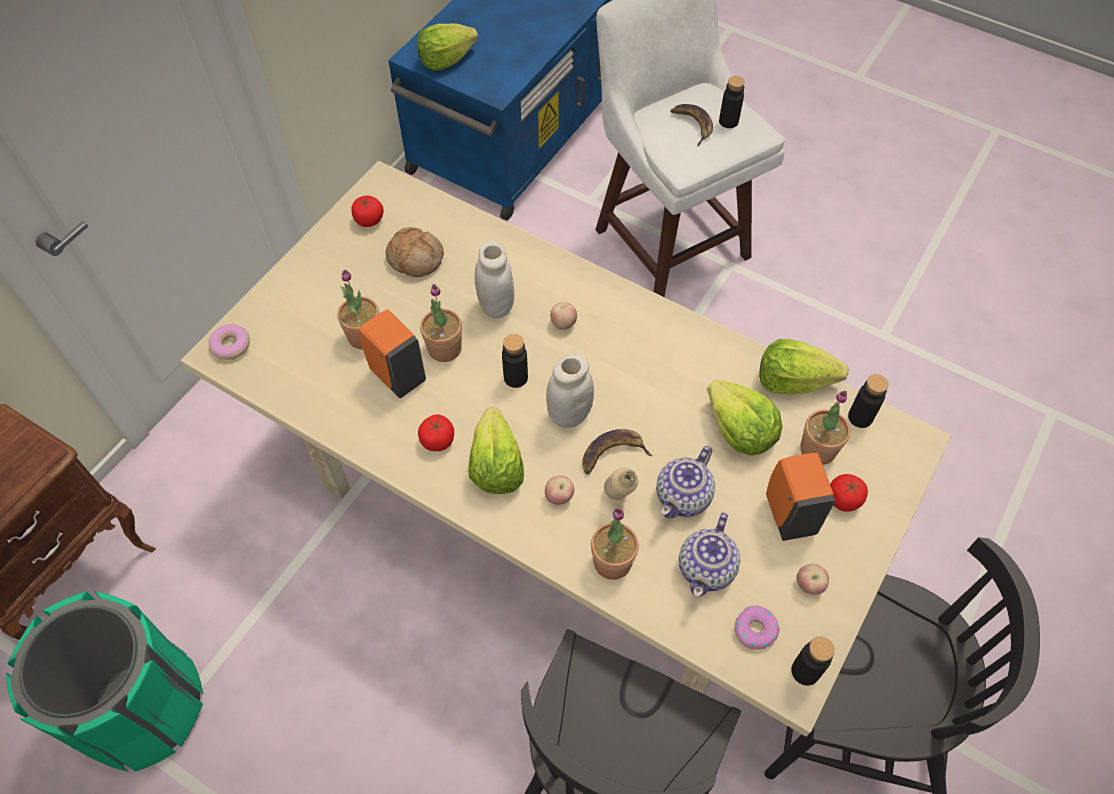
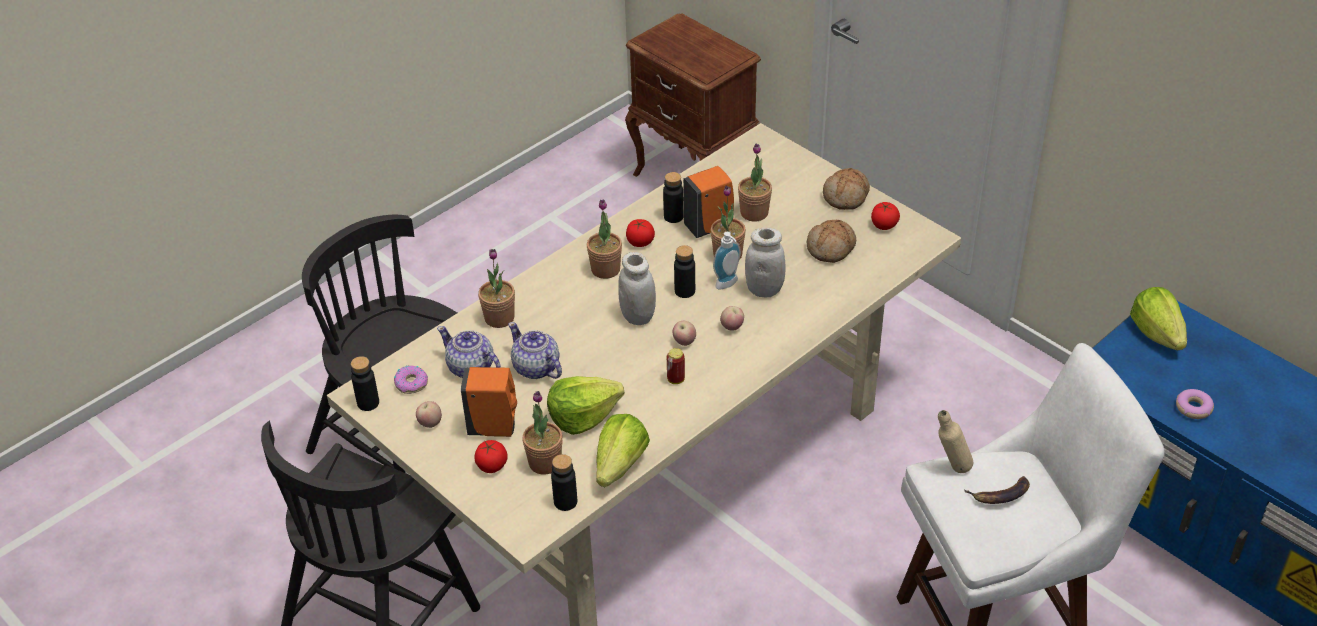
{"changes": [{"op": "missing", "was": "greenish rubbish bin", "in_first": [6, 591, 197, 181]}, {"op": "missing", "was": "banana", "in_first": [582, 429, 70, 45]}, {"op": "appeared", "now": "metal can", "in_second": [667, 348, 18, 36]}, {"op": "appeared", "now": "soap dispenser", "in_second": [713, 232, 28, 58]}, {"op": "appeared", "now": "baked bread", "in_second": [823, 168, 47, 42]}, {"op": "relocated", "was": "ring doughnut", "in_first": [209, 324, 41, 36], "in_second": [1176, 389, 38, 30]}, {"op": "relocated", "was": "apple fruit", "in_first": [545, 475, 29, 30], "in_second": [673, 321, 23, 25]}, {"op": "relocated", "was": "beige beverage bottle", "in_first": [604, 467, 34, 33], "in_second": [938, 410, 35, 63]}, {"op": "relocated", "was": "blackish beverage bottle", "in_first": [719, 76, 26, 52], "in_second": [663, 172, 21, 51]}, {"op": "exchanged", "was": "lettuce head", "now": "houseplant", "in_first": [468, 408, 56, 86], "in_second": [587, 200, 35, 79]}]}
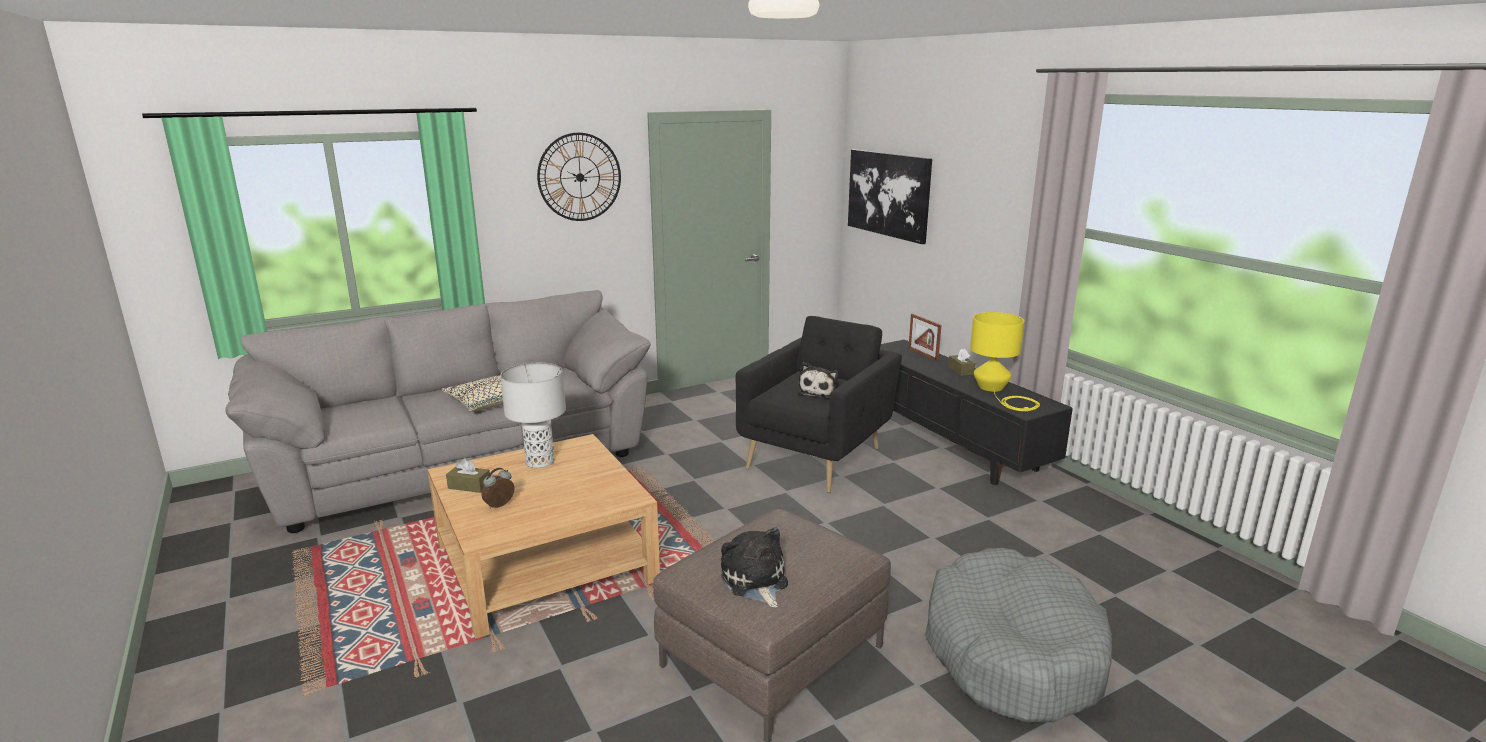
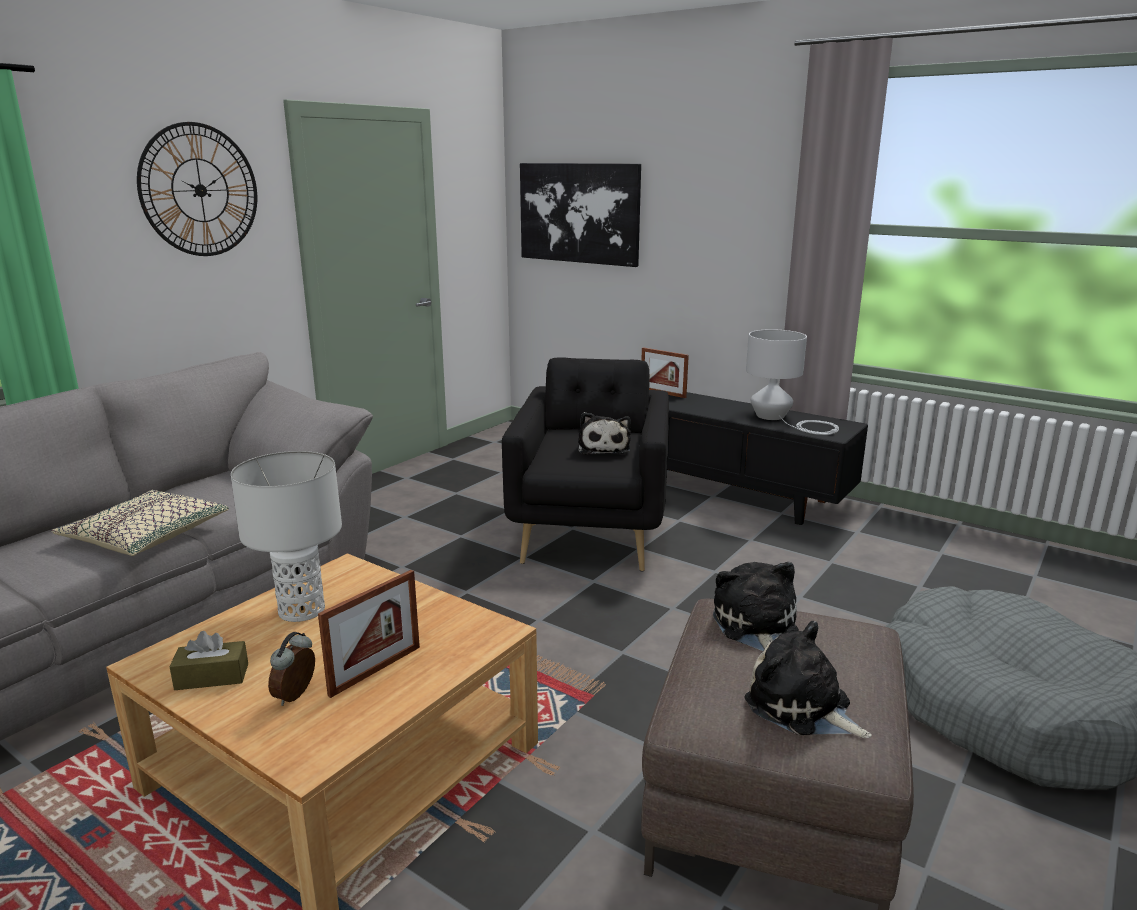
{"changes": [{"op": "missing", "was": "brown tissue holder", "in_first": [948, 349, 27, 27]}, {"op": "appeared", "now": "picture frame", "in_second": [318, 570, 102, 128]}, {"op": "appeared", "now": "plush toy", "in_second": [713, 562, 86, 89]}, {"op": "colour", "was": "yellowish lamp for a table", "now": "grey lamp for a table", "in_first": [970, 312, 70, 100], "in_second": [746, 329, 93, 106]}]}
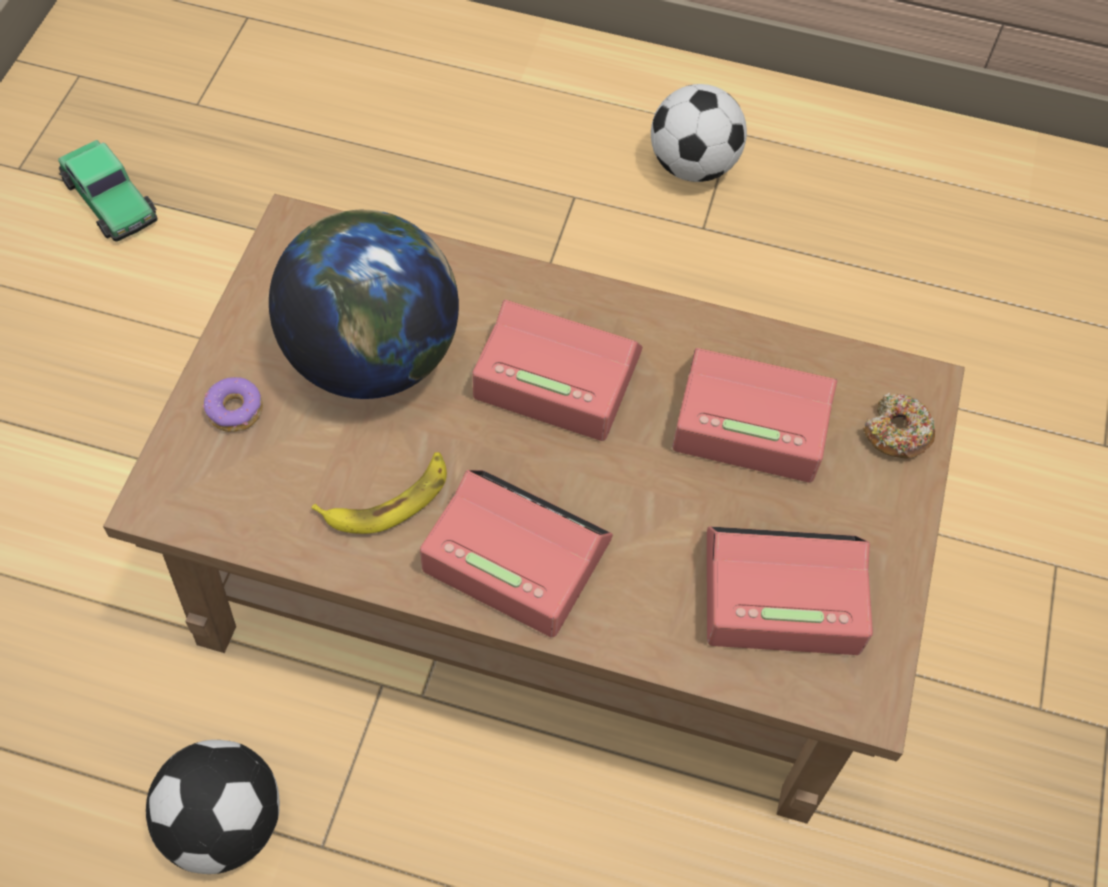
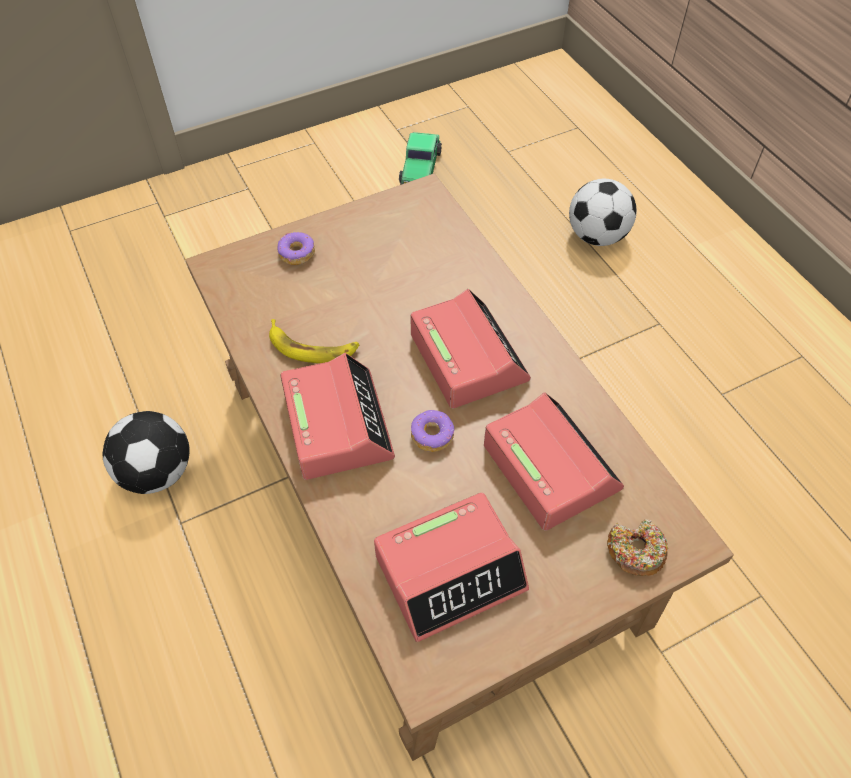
{"changes": [{"op": "missing", "was": "globe", "in_first": [269, 210, 190, 189]}, {"op": "appeared", "now": "ring doughnut", "in_second": [411, 410, 44, 42]}, {"op": "relocated", "was": "ball for football", "in_first": [651, 84, 96, 98], "in_second": [569, 179, 68, 67]}, {"op": "spun", "was": "alarm clock", "in_first": [707, 526, 166, 129], "in_second": [374, 493, 155, 149], "clockwise": 105}]}
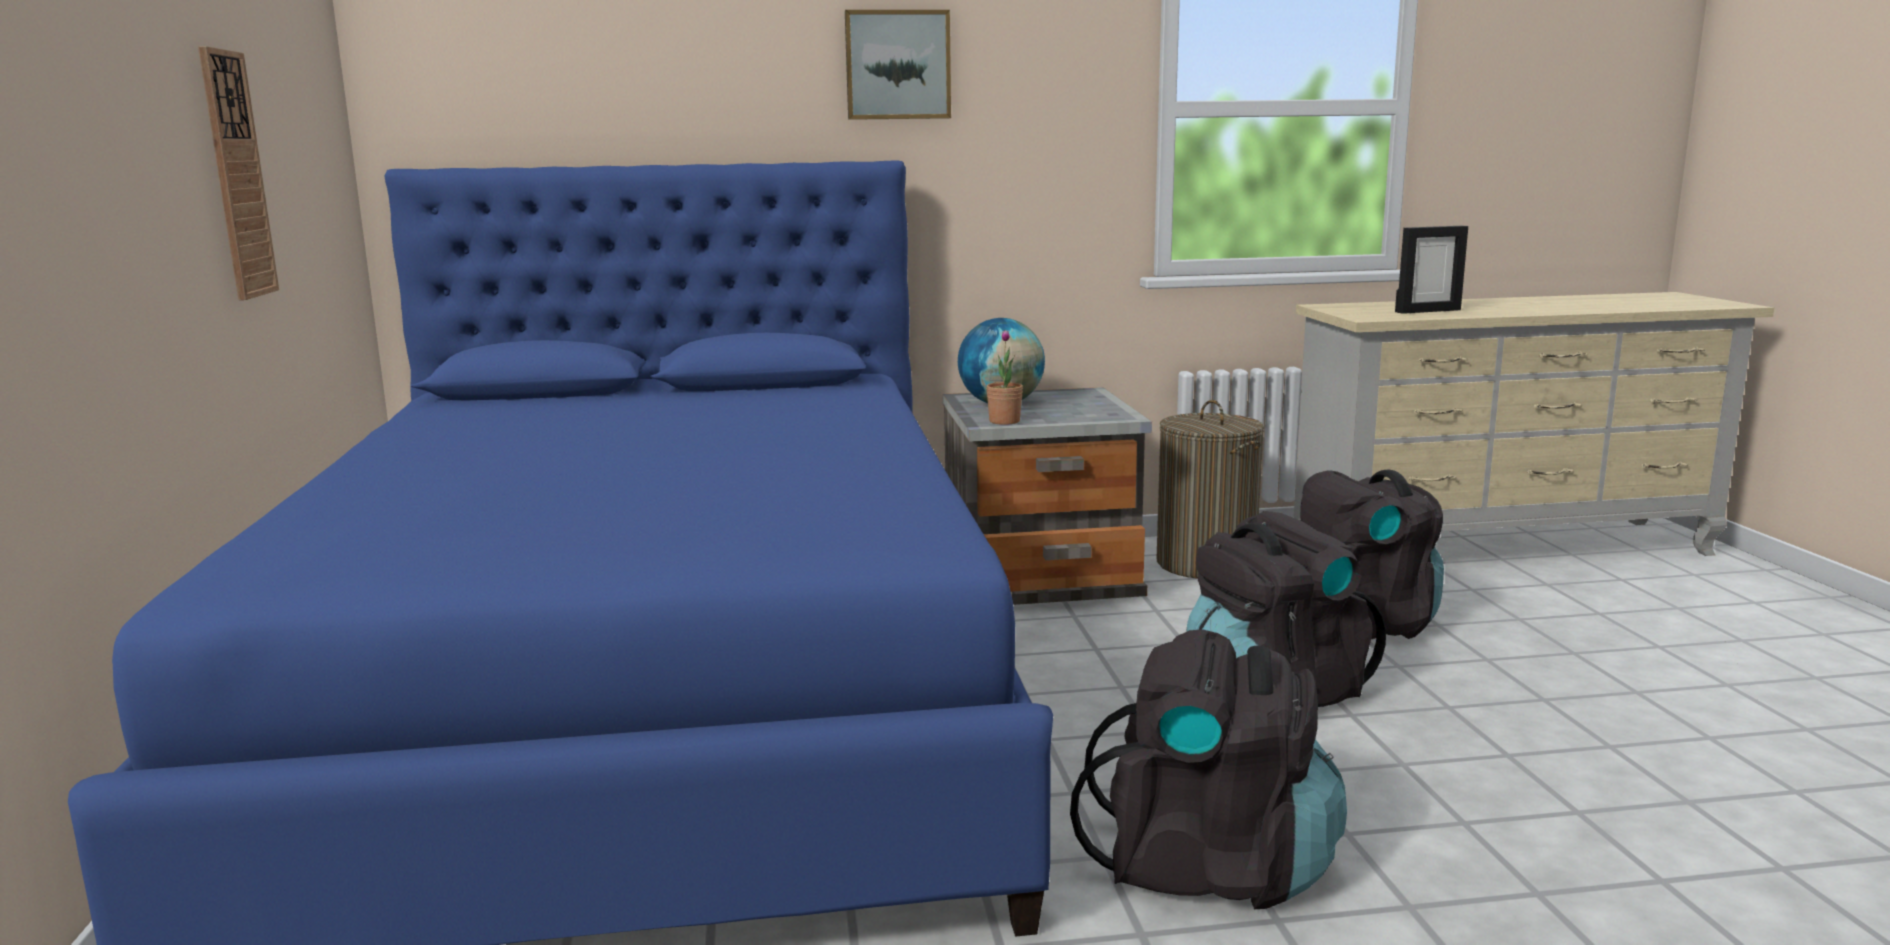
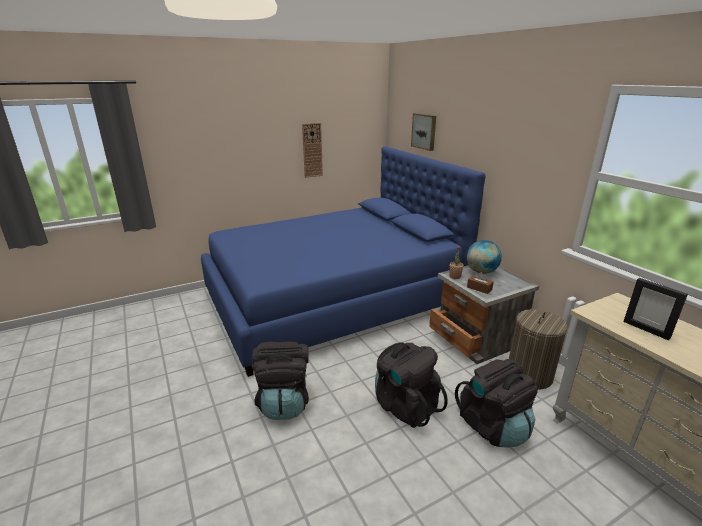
{"changes": [{"op": "appeared", "now": "brown tissue holder", "in_second": [467, 272, 27, 22]}, {"op": "relocated", "was": "wall picture", "in_first": [845, 10, 106, 110], "in_second": [411, 113, 25, 38]}]}
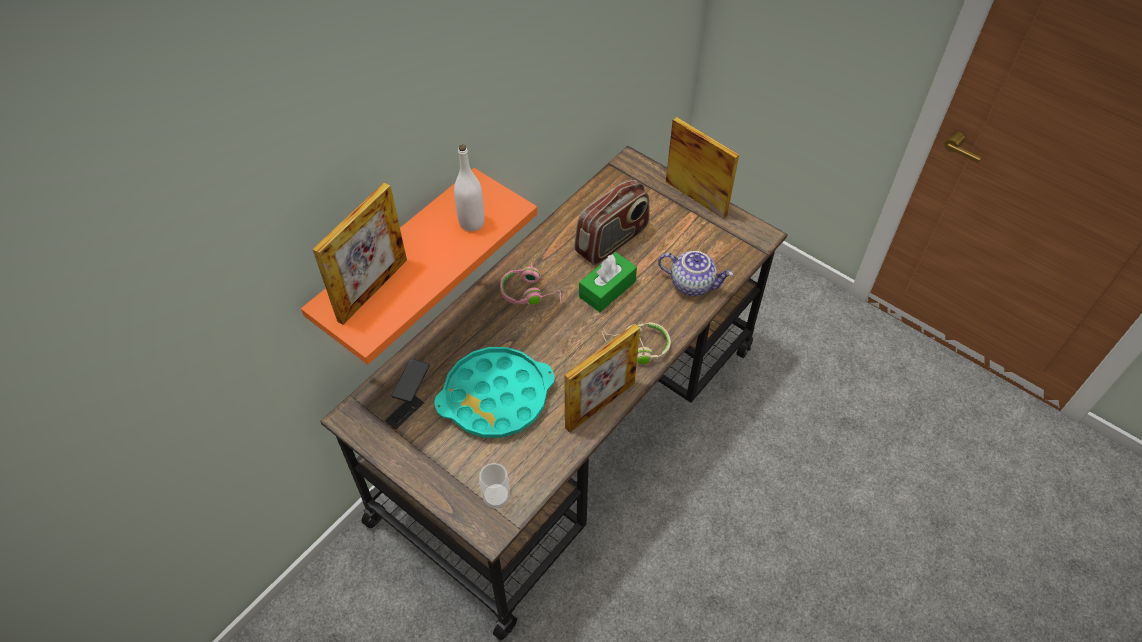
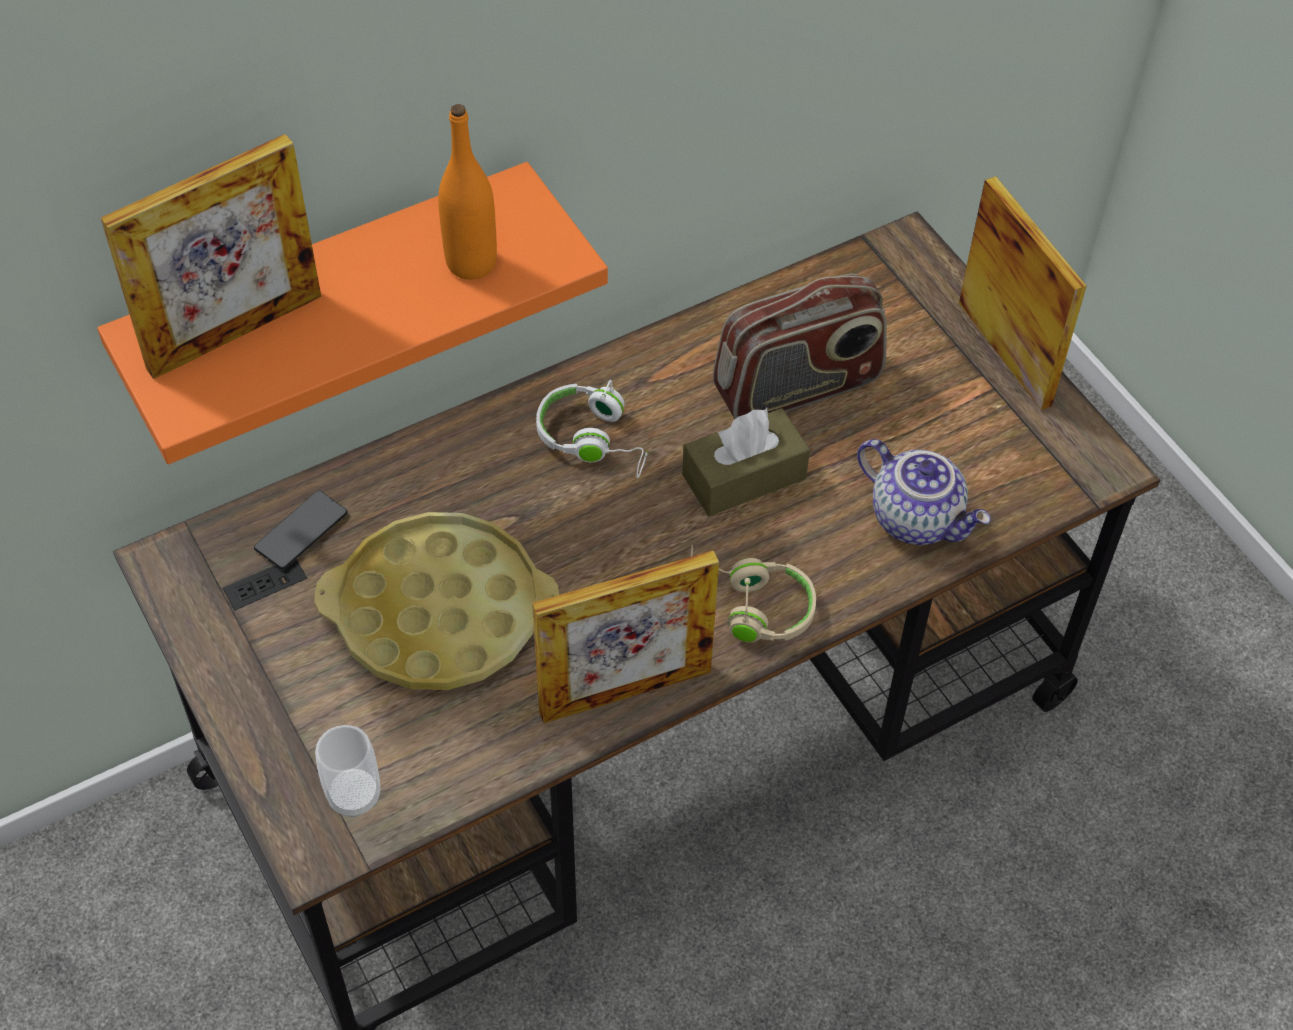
{"changes": [{"op": "colour", "was": "blue-green tray", "now": "yellowish tray", "in_first": [434, 347, 121, 91], "in_second": [314, 512, 245, 178]}, {"op": "colour", "was": "white beverage bottle", "now": "orange beverage bottle", "in_first": [454, 145, 31, 86], "in_second": [438, 104, 59, 176]}, {"op": "colour", "was": "pink headset", "now": "white headset", "in_first": [500, 263, 61, 42], "in_second": [536, 380, 112, 98]}, {"op": "colour", "was": "greenish tissue holder", "now": "brown tissue holder", "in_first": [579, 252, 58, 60], "in_second": [682, 408, 128, 108]}]}
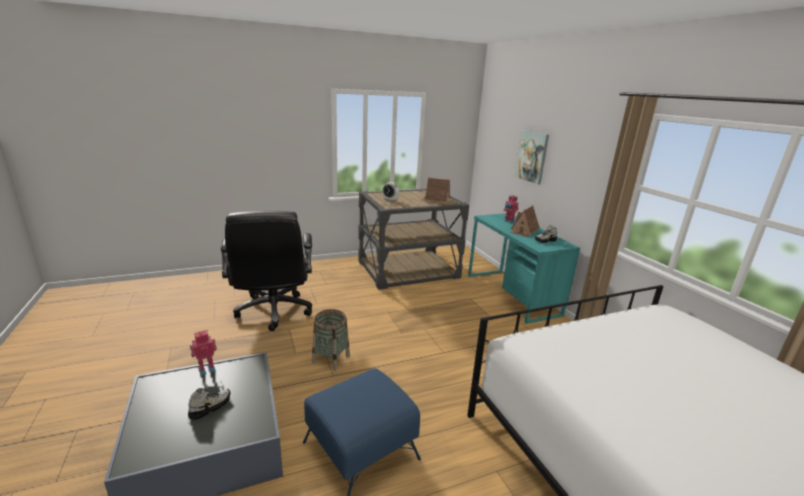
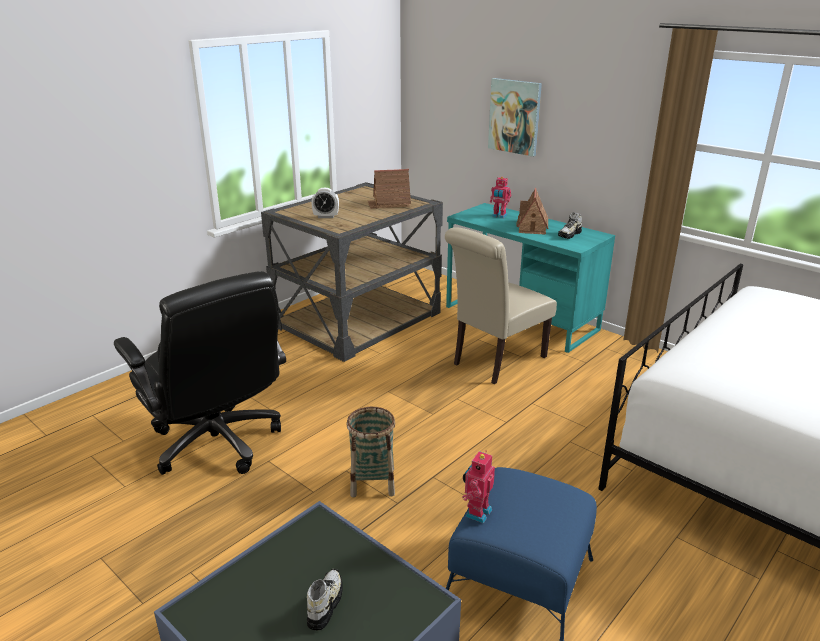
{"changes": [{"op": "appeared", "now": "beige upright chair", "in_second": [445, 227, 112, 157]}, {"op": "relocated", "was": "robot figure", "in_first": [190, 330, 27, 46], "in_second": [462, 450, 33, 74]}]}
